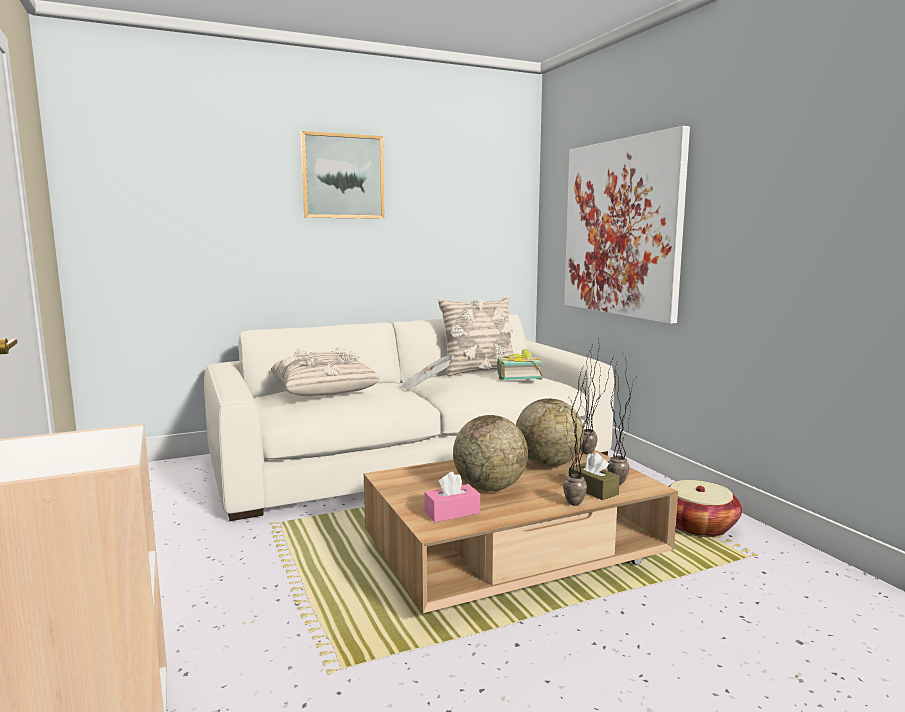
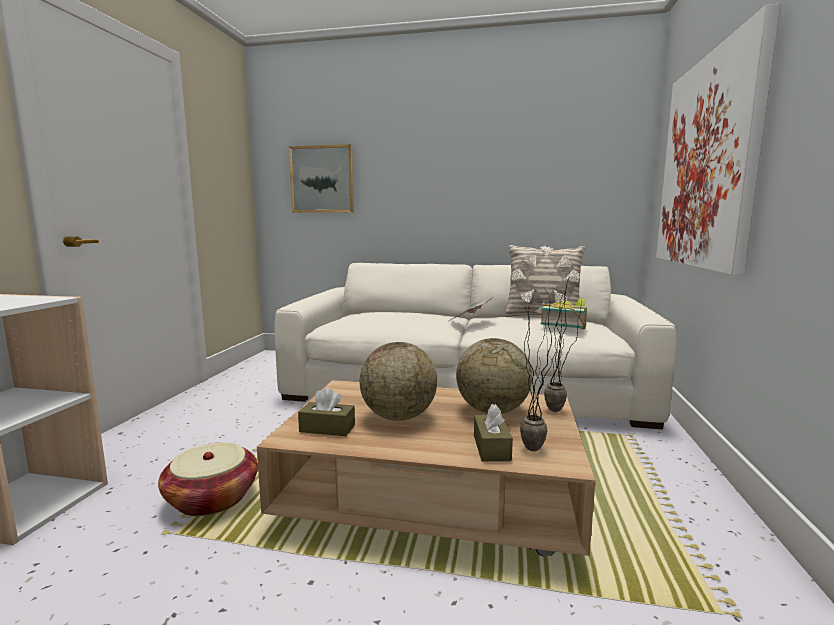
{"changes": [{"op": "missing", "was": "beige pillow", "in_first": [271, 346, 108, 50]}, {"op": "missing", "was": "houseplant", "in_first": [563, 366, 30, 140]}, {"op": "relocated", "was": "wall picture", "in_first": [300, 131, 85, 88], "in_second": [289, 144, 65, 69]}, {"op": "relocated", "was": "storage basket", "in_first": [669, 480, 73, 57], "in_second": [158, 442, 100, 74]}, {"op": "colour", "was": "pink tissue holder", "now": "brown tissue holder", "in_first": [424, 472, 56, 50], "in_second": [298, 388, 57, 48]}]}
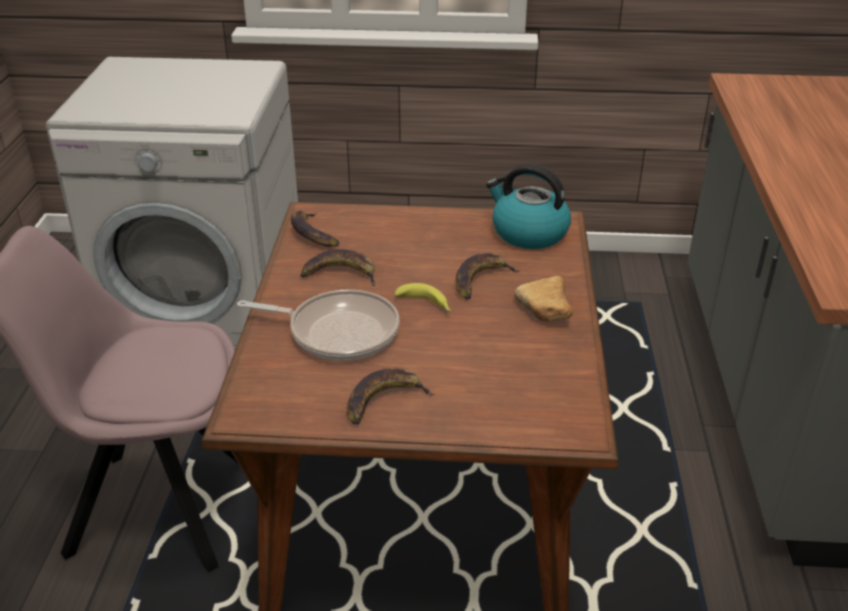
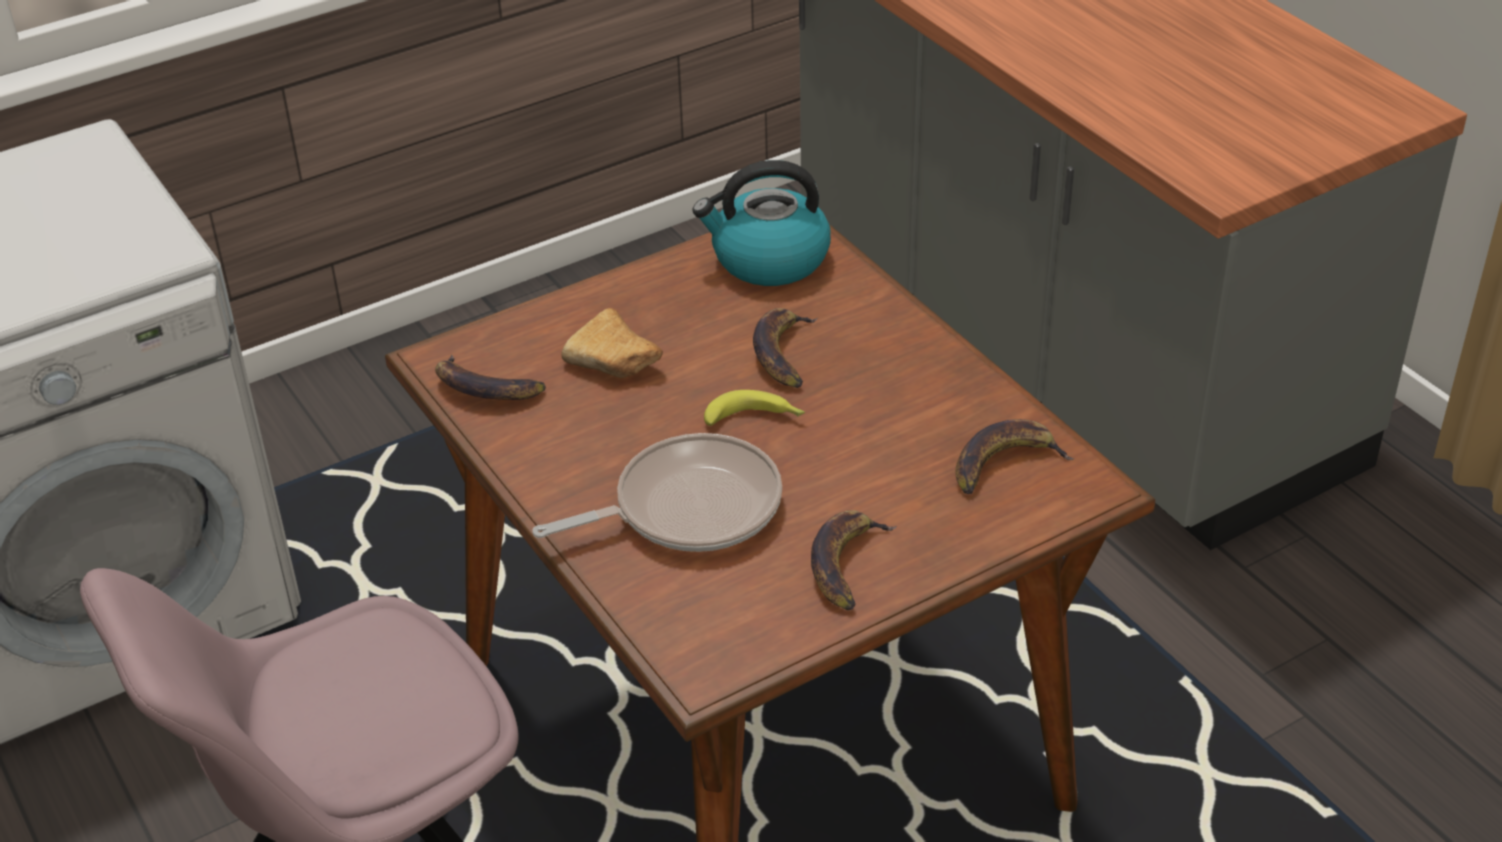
{"changes": [{"op": "relocated", "was": "banana", "in_first": [300, 249, 75, 37], "in_second": [955, 419, 119, 75]}, {"op": "relocated", "was": "baked bread", "in_first": [514, 276, 59, 45], "in_second": [561, 308, 102, 70]}]}
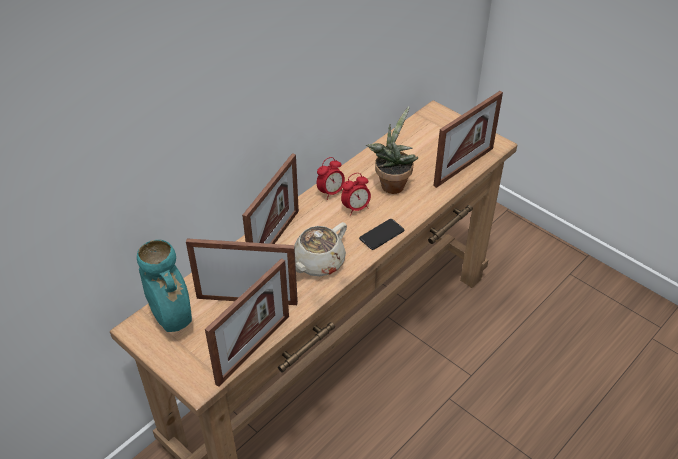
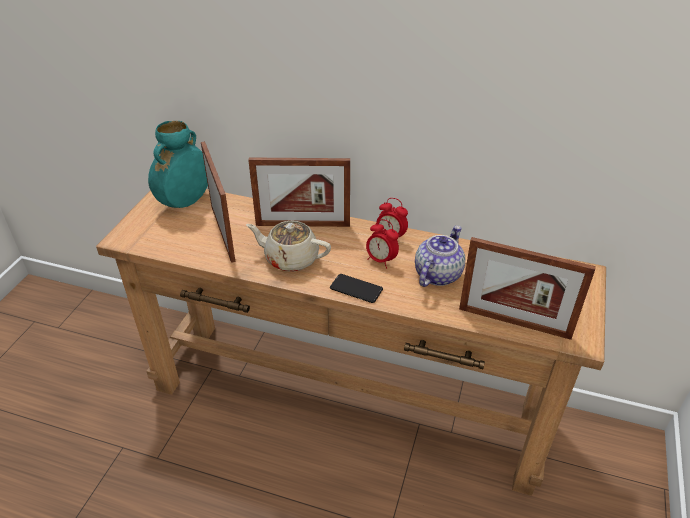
{"changes": [{"op": "missing", "was": "picture frame", "in_first": [205, 258, 84, 129]}, {"op": "exchanged", "was": "houseplant", "now": "teapot", "in_first": [366, 106, 52, 88], "in_second": [415, 226, 50, 61]}]}
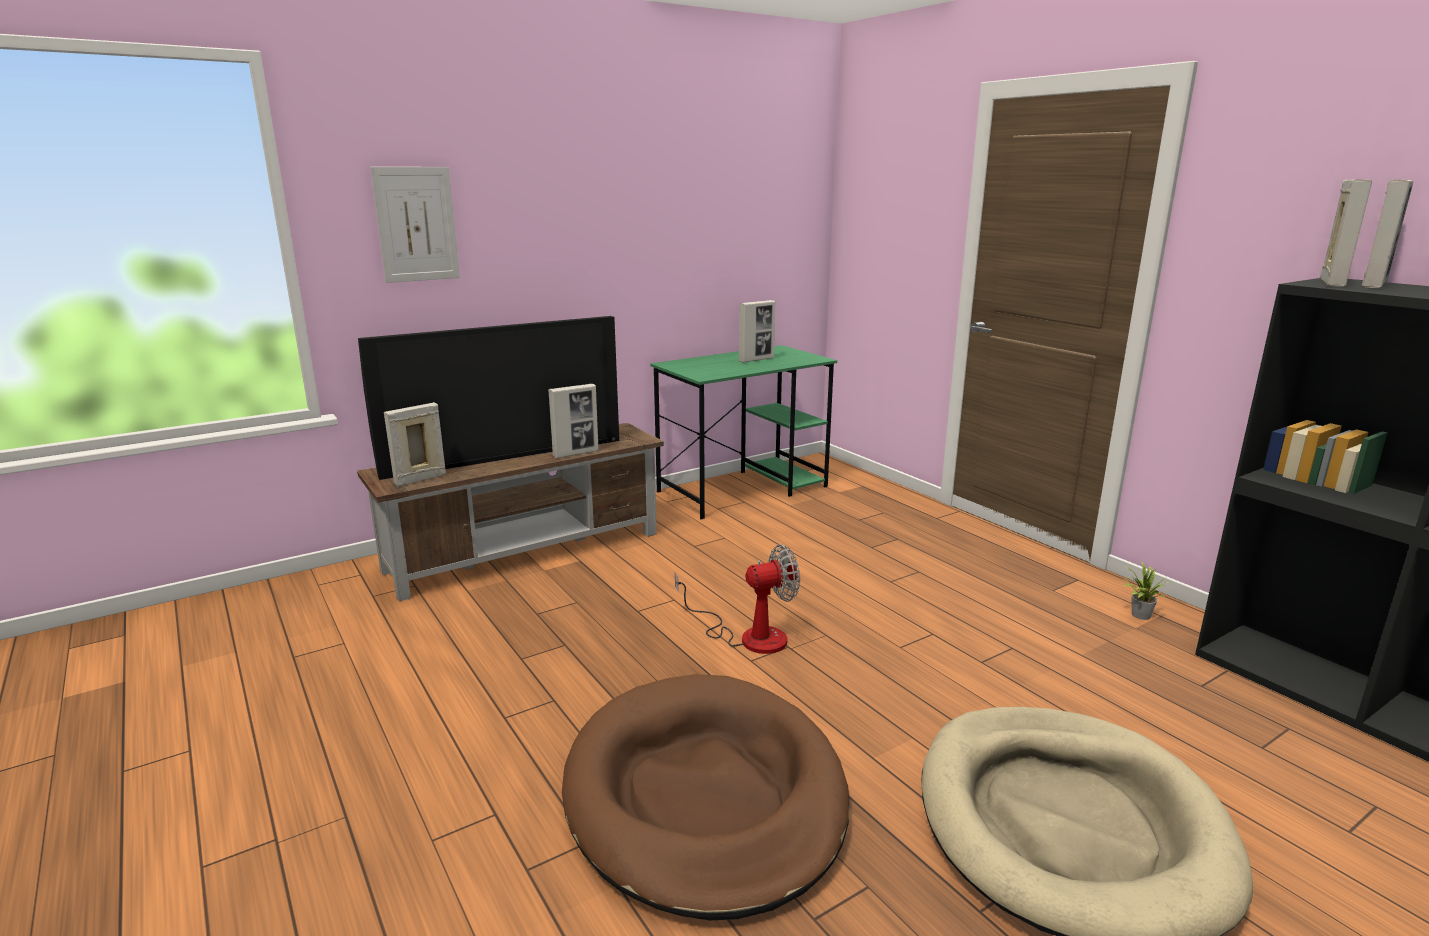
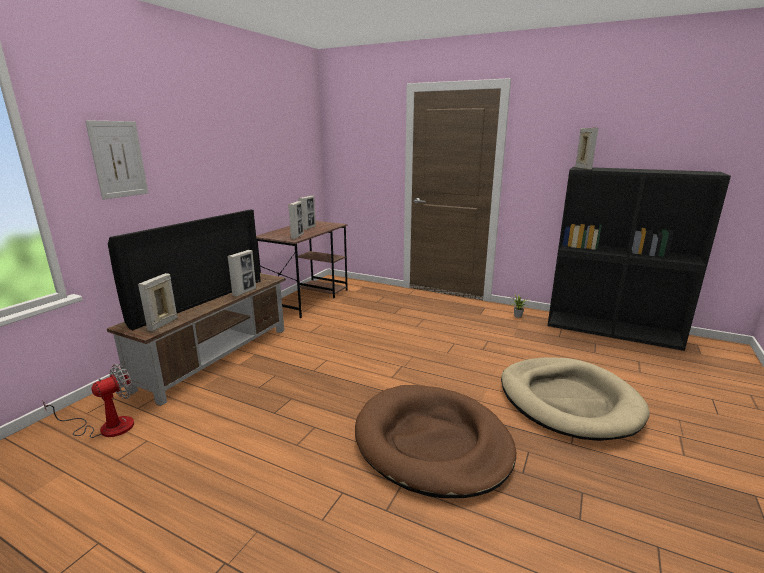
{"changes": [{"op": "relocated", "was": "cooling fan", "in_first": [675, 544, 125, 110], "in_second": [42, 364, 92, 74]}, {"op": "relocated", "was": "picture frame", "in_first": [1362, 180, 51, 108], "in_second": [288, 201, 16, 38]}, {"op": "colour", "was": "greenish desk unit", "now": "brown desk unit", "in_first": [650, 345, 187, 174], "in_second": [256, 221, 92, 97]}]}
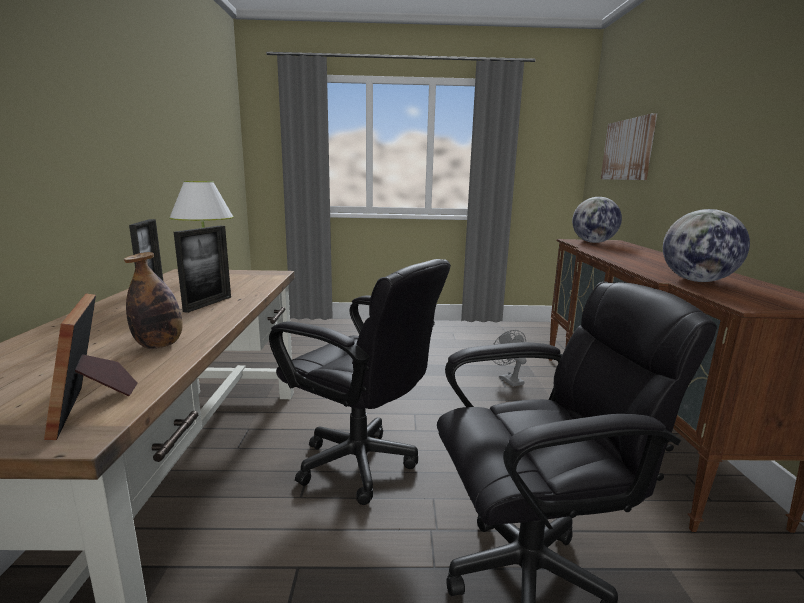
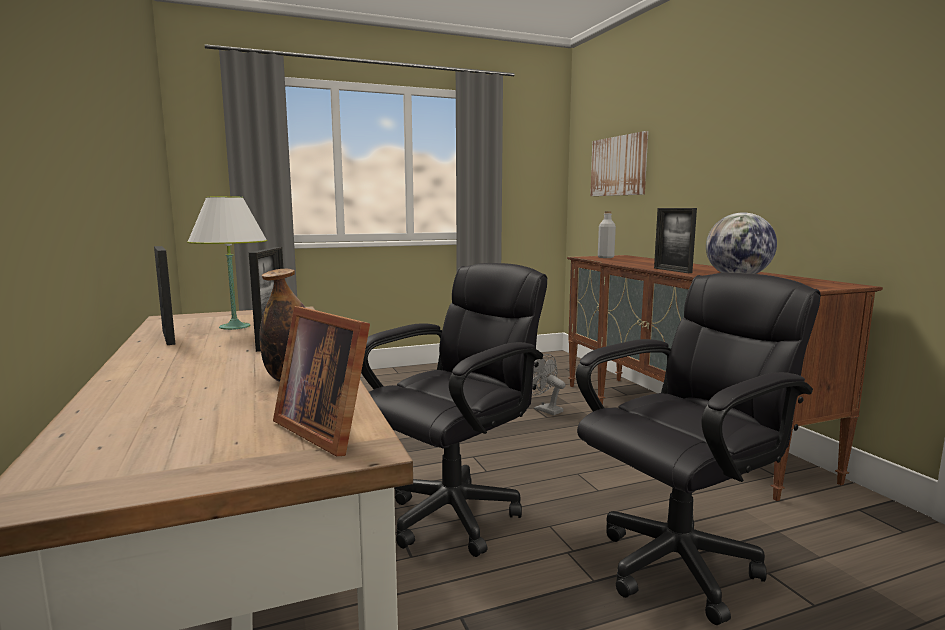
{"changes": [{"op": "appeared", "now": "picture frame", "in_second": [654, 208, 43, 65]}, {"op": "exchanged", "was": "globe", "now": "grey beverage bottle", "in_first": [572, 197, 50, 46], "in_second": [598, 211, 18, 47]}, {"op": "spun", "was": "blackish office chair", "in_first": [269, 259, 182, 246], "in_second": [361, 263, 187, 294], "clockwise": -60}]}
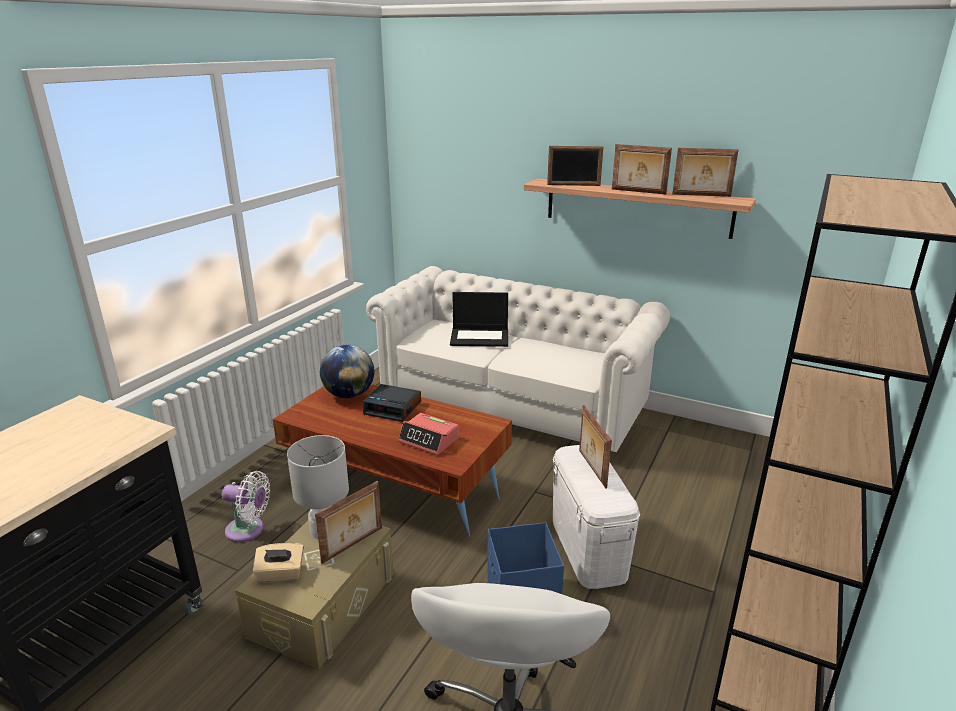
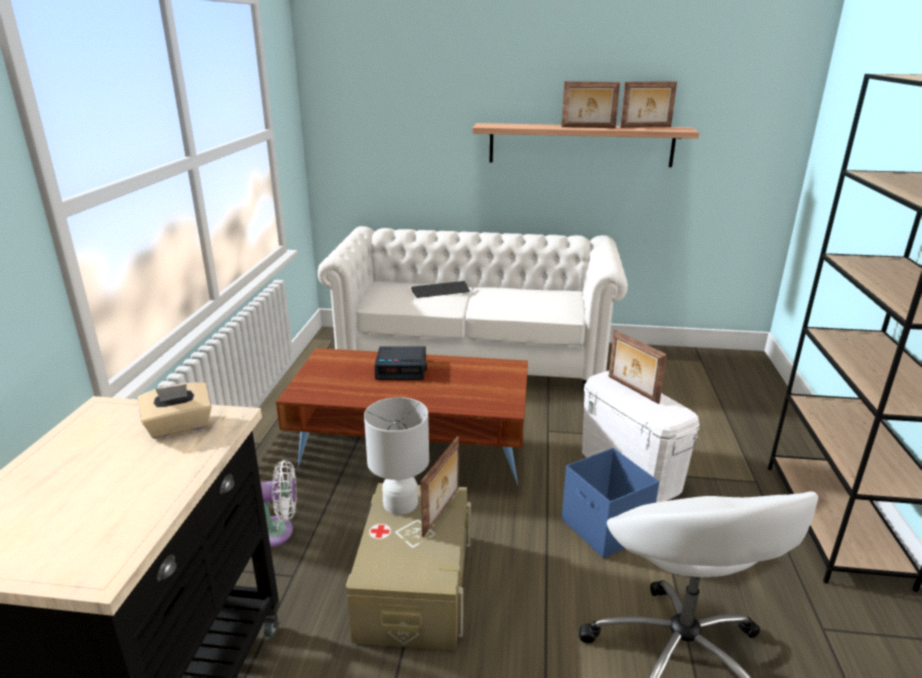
{"changes": [{"op": "missing", "was": "globe", "in_first": [320, 345, 54, 53]}, {"op": "missing", "was": "alarm clock", "in_first": [398, 413, 61, 42]}, {"op": "missing", "was": "picture frame", "in_first": [547, 146, 56, 40]}, {"op": "relocated", "was": "beige tissue holder", "in_first": [253, 543, 51, 40], "in_second": [137, 382, 75, 57]}, {"op": "exchanged", "was": "notebook computer", "now": "computer keyboard", "in_first": [450, 292, 58, 55], "in_second": [411, 281, 59, 17]}]}
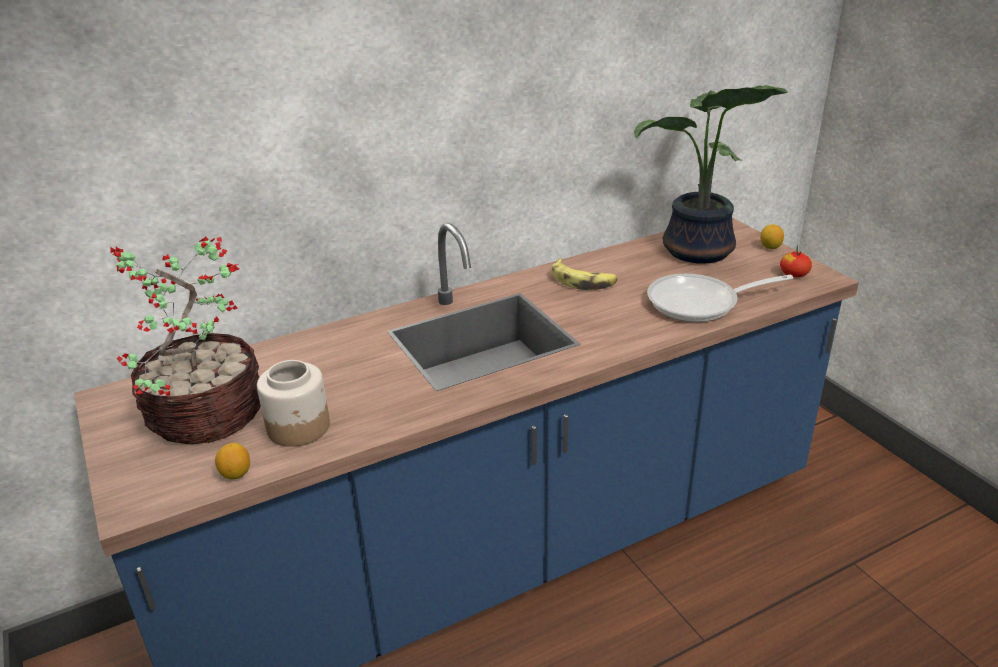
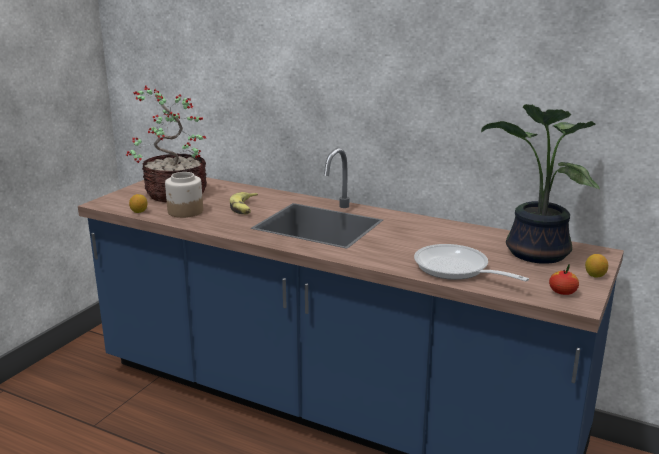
{"changes": [{"op": "relocated", "was": "banana", "in_first": [551, 258, 67, 32], "in_second": [230, 192, 28, 22]}]}
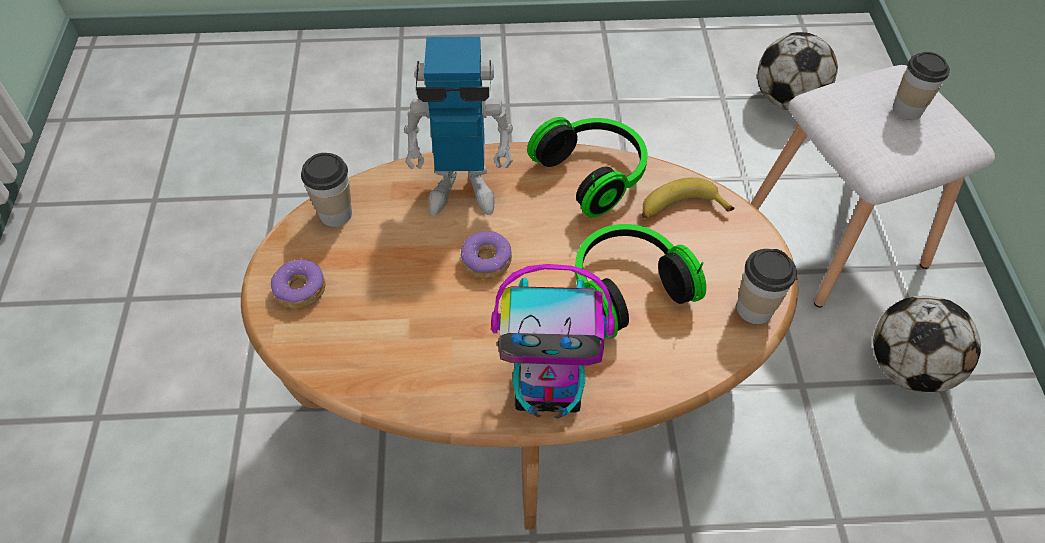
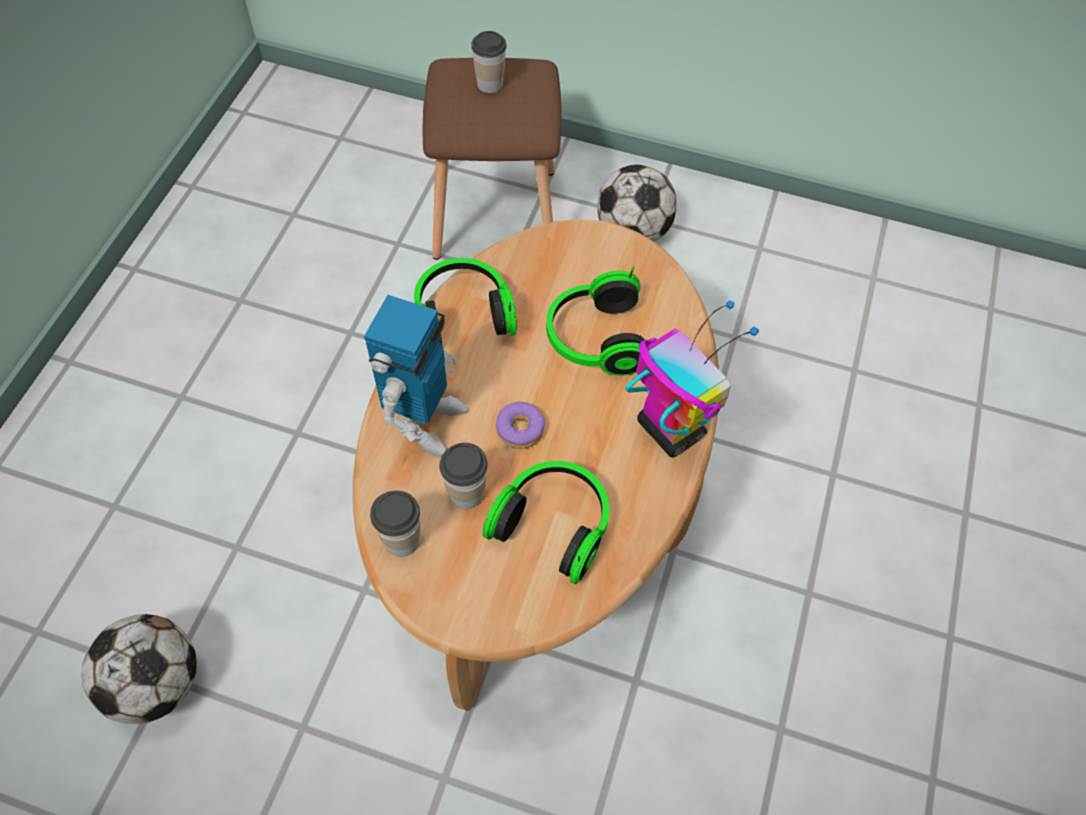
{"changes": [{"op": "missing", "was": "ring doughnut", "in_first": [271, 258, 54, 51]}, {"op": "missing", "was": "banana", "in_first": [642, 177, 92, 42]}, {"op": "appeared", "now": "headset", "in_second": [483, 461, 127, 123]}, {"op": "relocated", "was": "small cup", "in_first": [736, 249, 61, 75], "in_second": [440, 443, 48, 66]}, {"op": "relocated", "was": "ball for football", "in_first": [757, 32, 81, 78], "in_second": [82, 614, 115, 110]}, {"op": "colour", "was": "white stool seat", "now": "brown stool seat", "in_first": [750, 65, 245, 243], "in_second": [423, 58, 139, 202]}, {"op": "spun", "was": "robot figure", "in_first": [491, 264, 124, 155], "in_second": [625, 300, 134, 158], "clockwise": -60}]}
